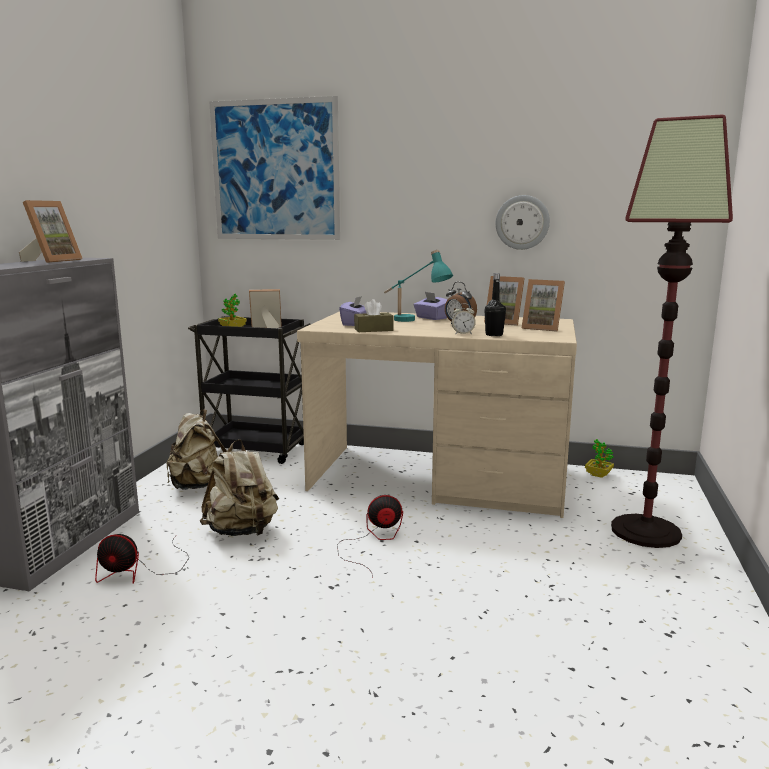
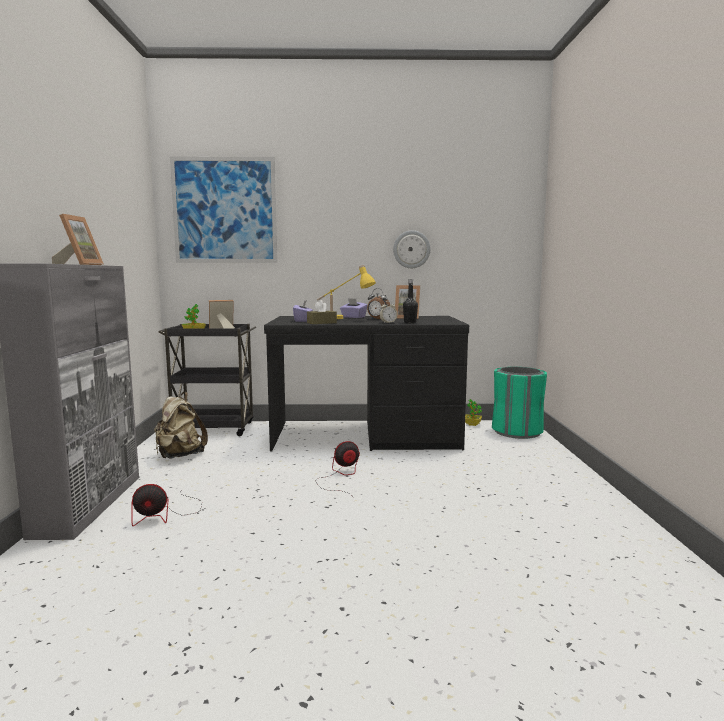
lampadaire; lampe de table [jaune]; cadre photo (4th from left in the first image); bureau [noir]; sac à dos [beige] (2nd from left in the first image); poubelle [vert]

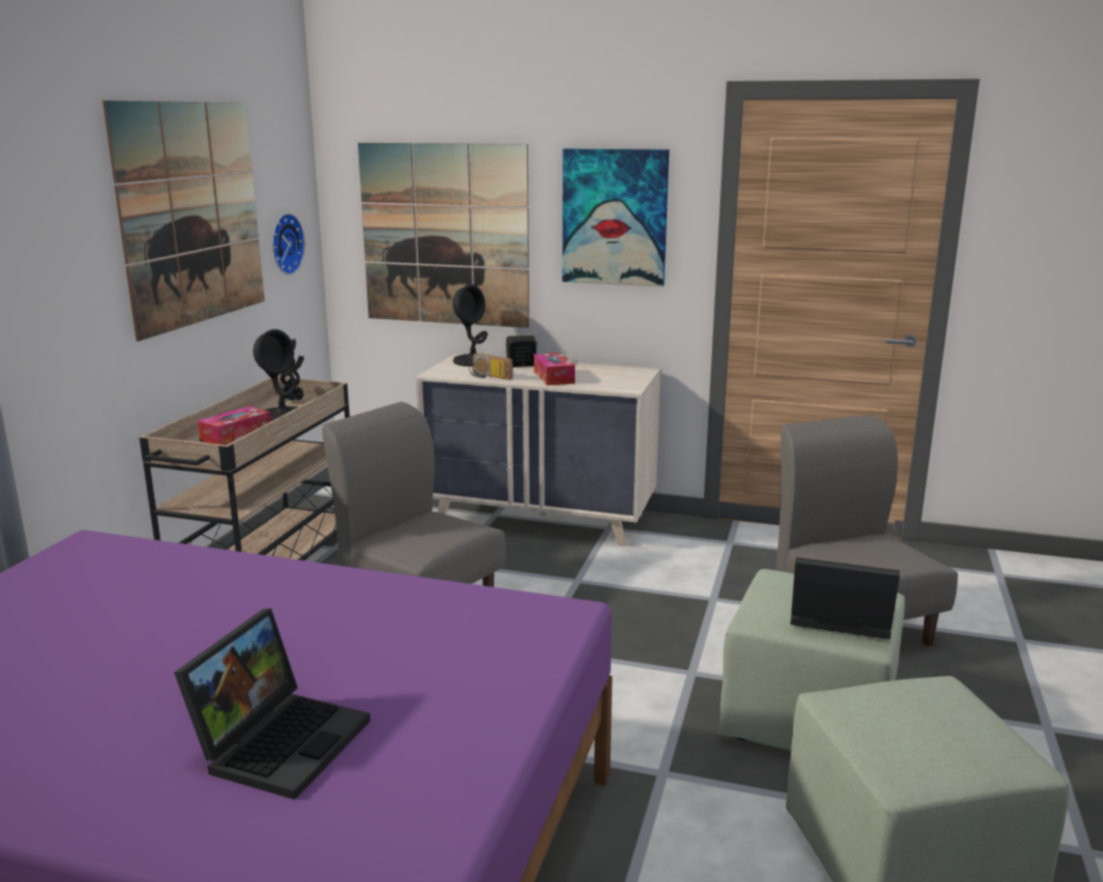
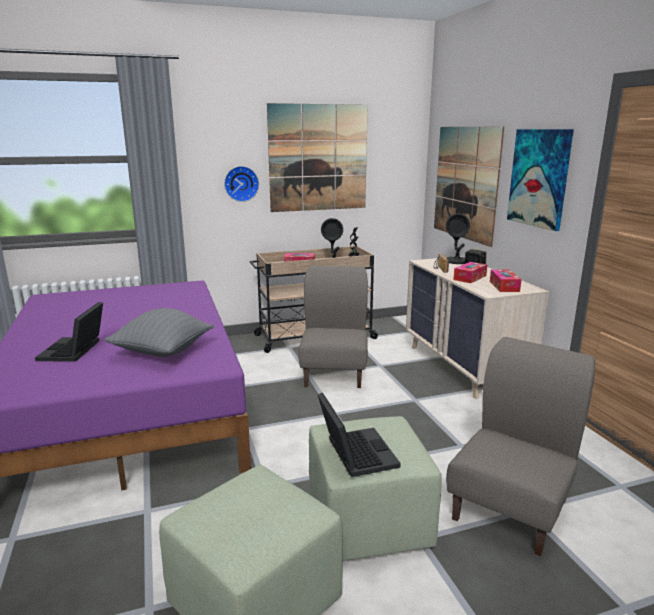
horloge murale; ordinateur portable (1st from left); boîte à mouchoirs (3rd from left); coussin [gris]

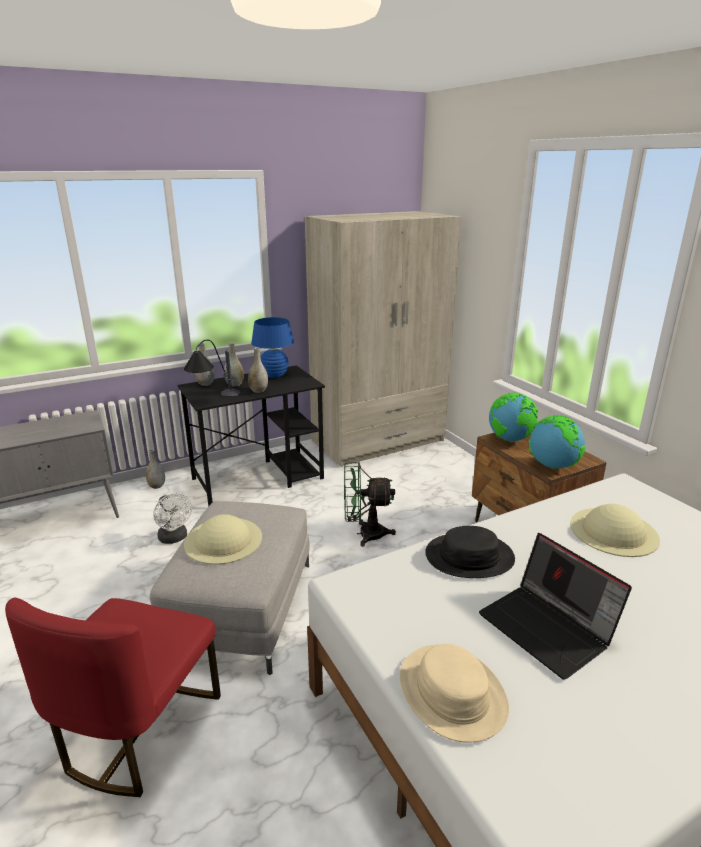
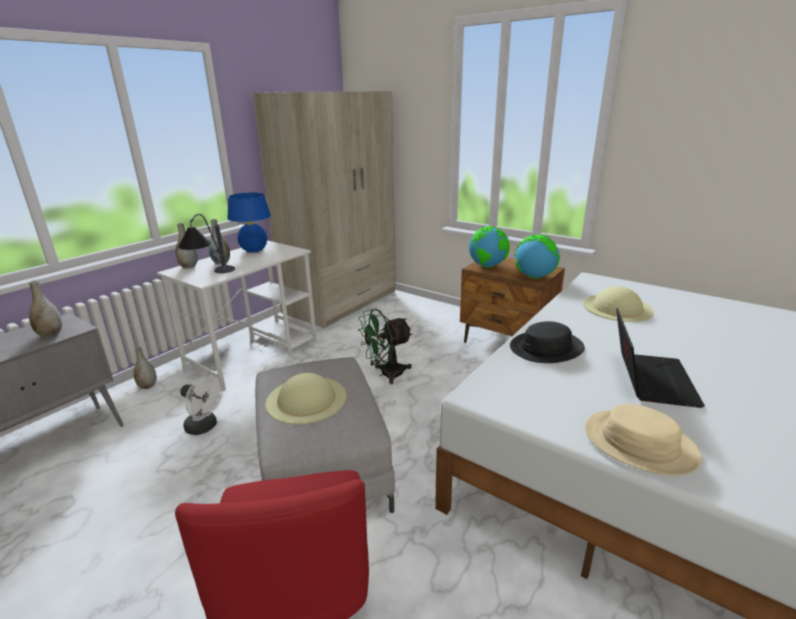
vase [gris] (1st from left); bureau [blanc]; ordinateur portable

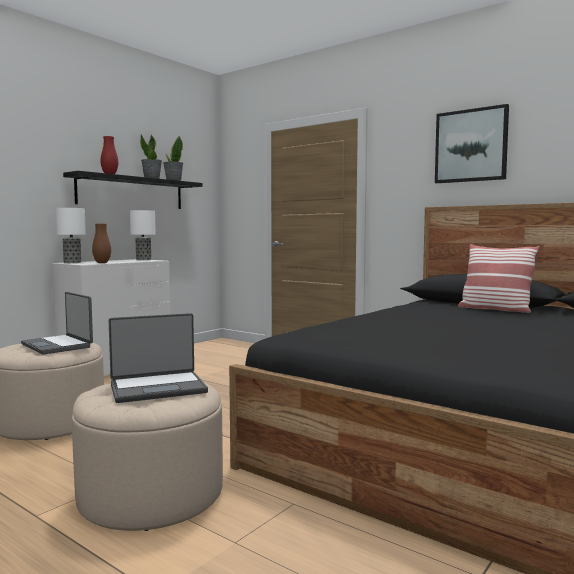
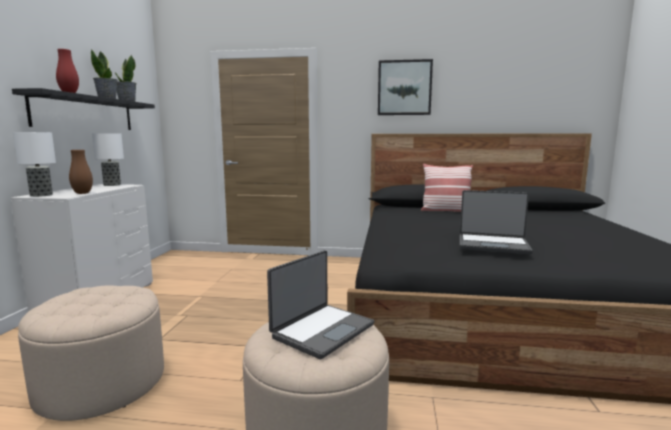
ordinateur portable (2nd from left)

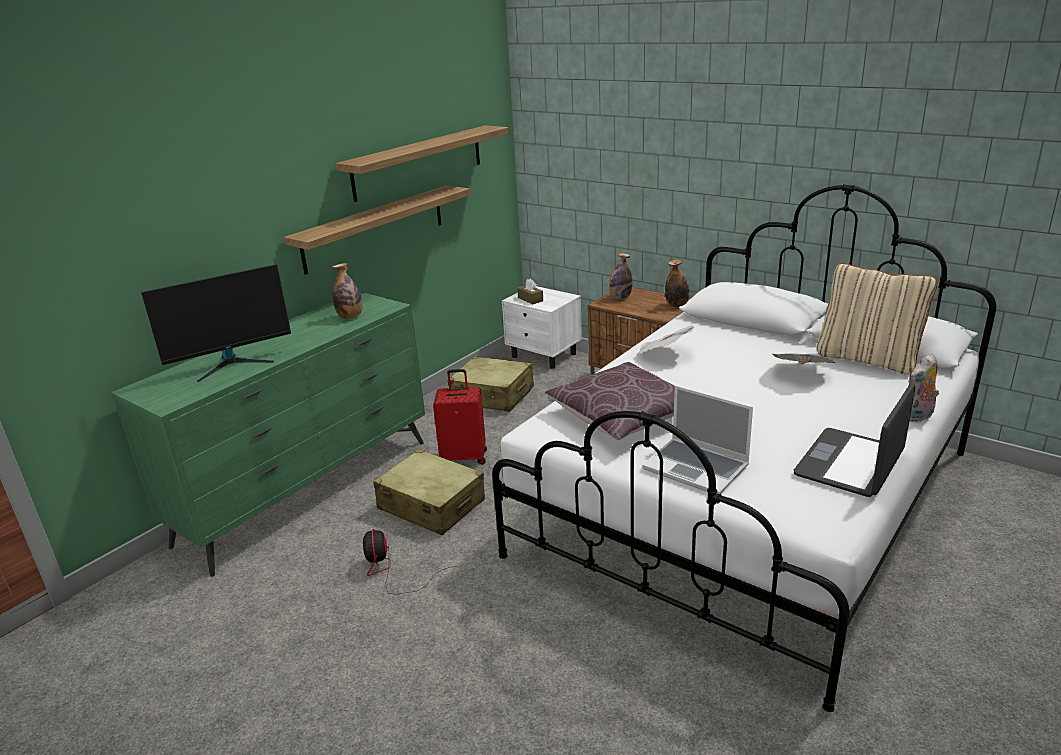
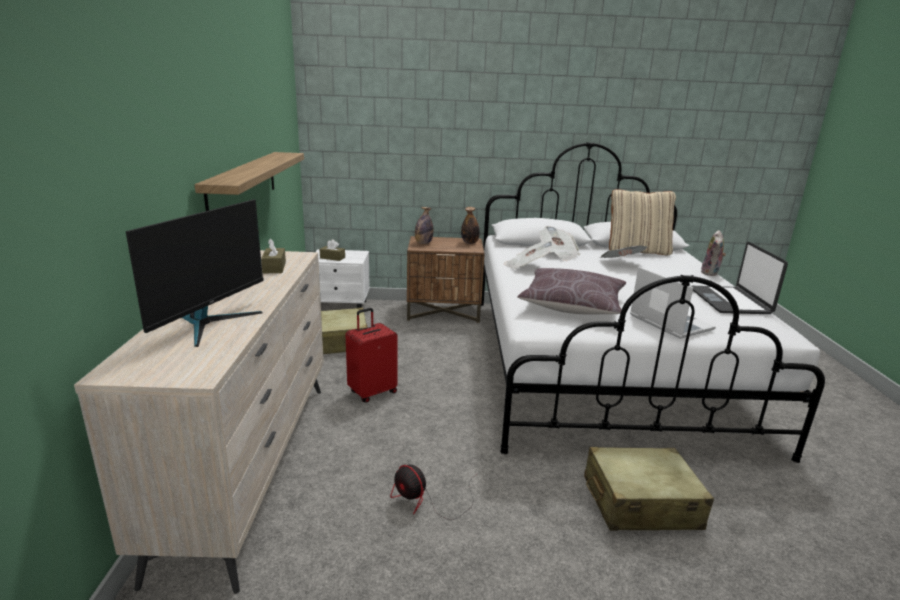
étagère (2nd from left in the first image); boîte à mouchoirs [marron] (1st from left); commode [beige]; ordinateur portable (1st from left); valise [beige] (2nd from left); journal (2nd from left)

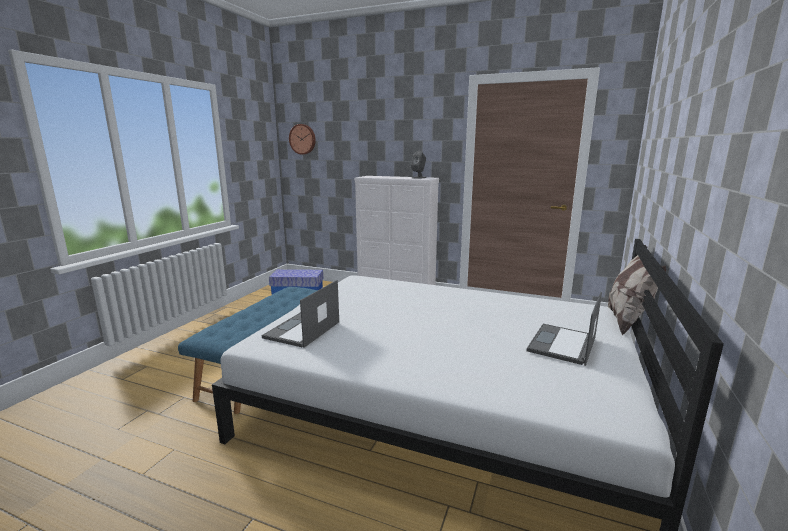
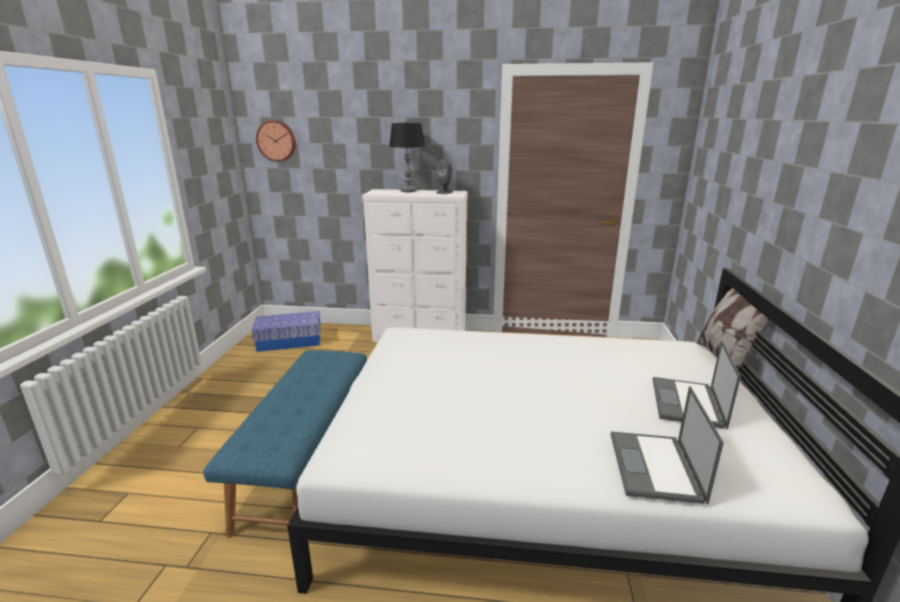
ordinateur portable (1st from left); lampe de table

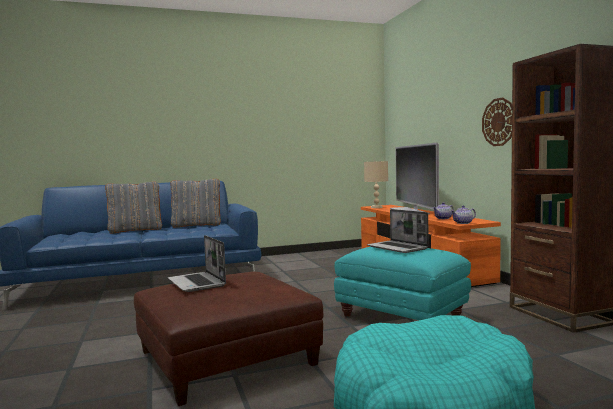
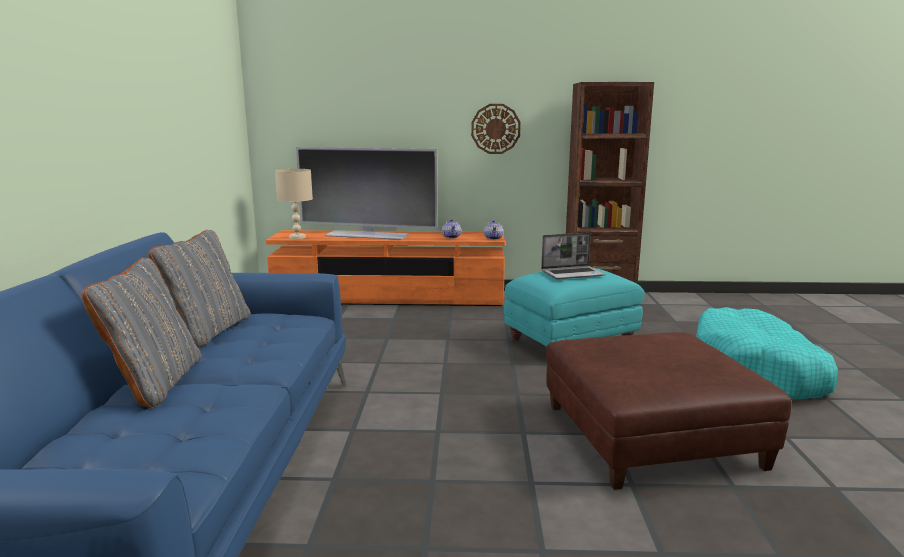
ordinateur portable (1st from left in the first image)

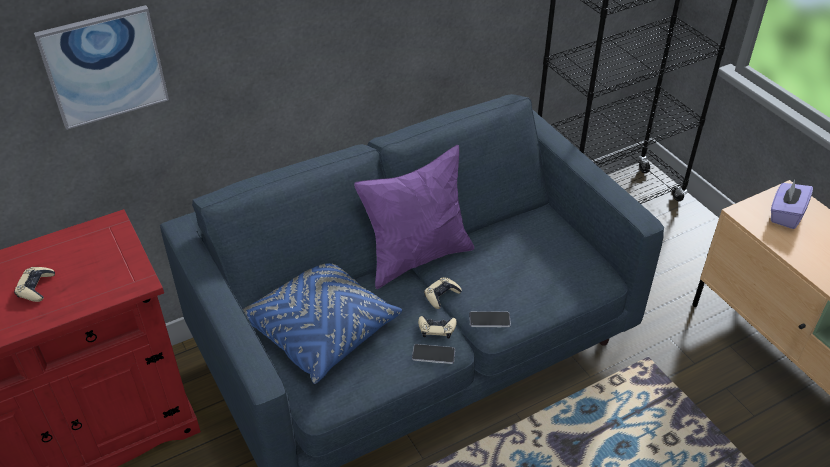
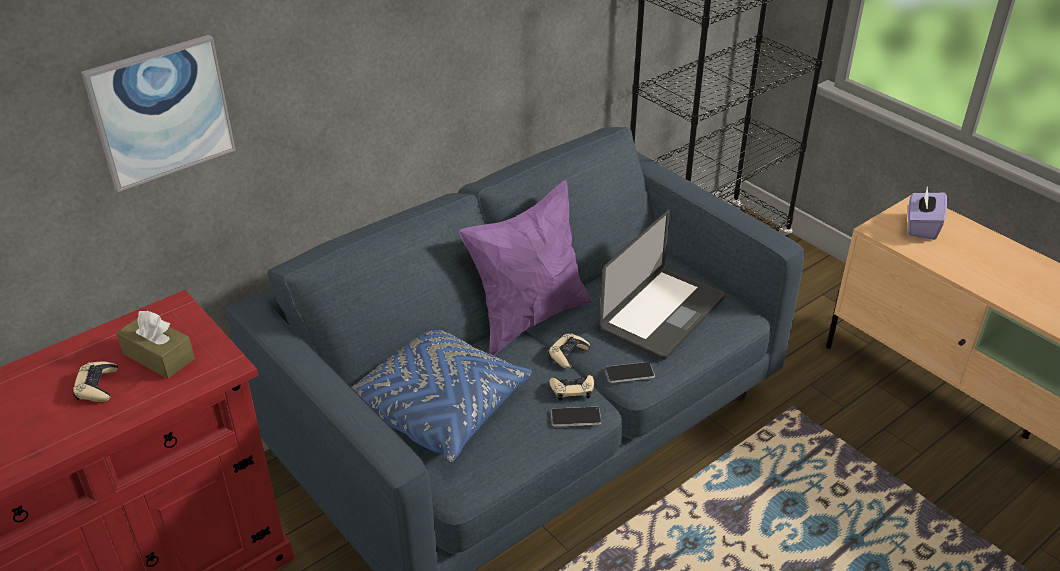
ordinateur portable; boîte à mouchoirs [marron]

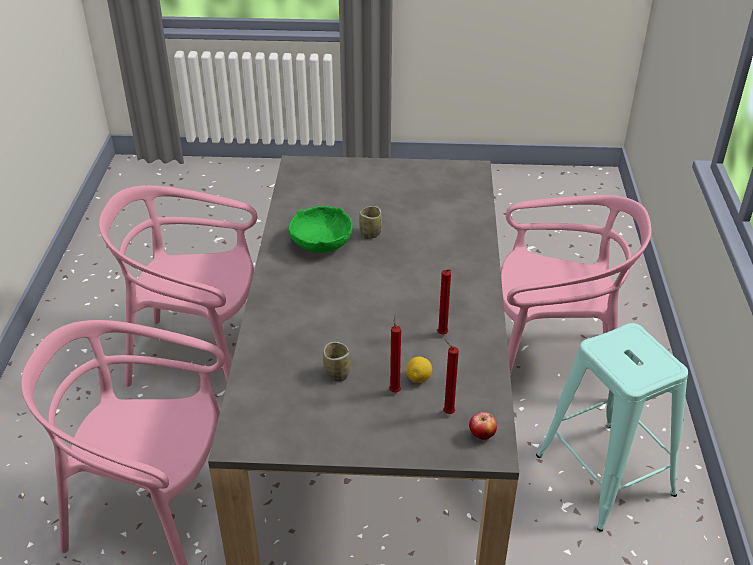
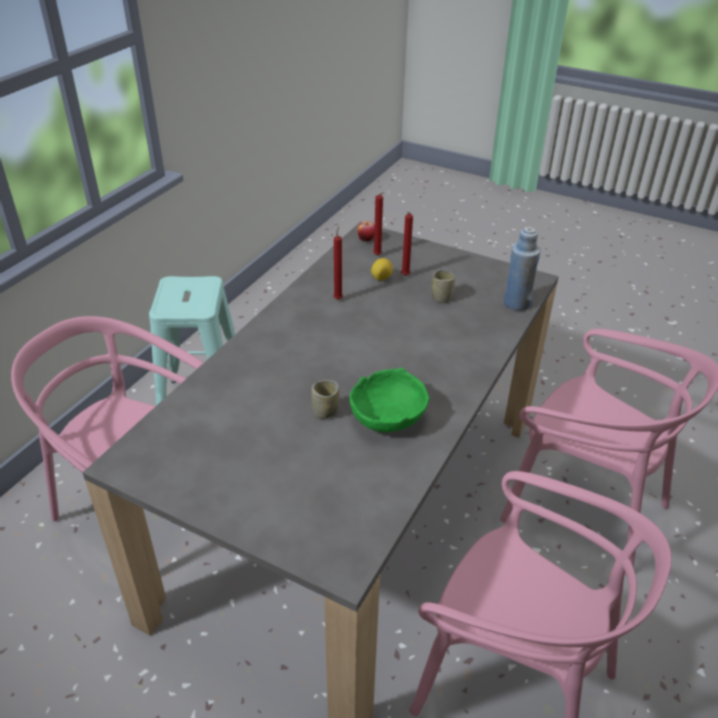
bouteille [bleu]

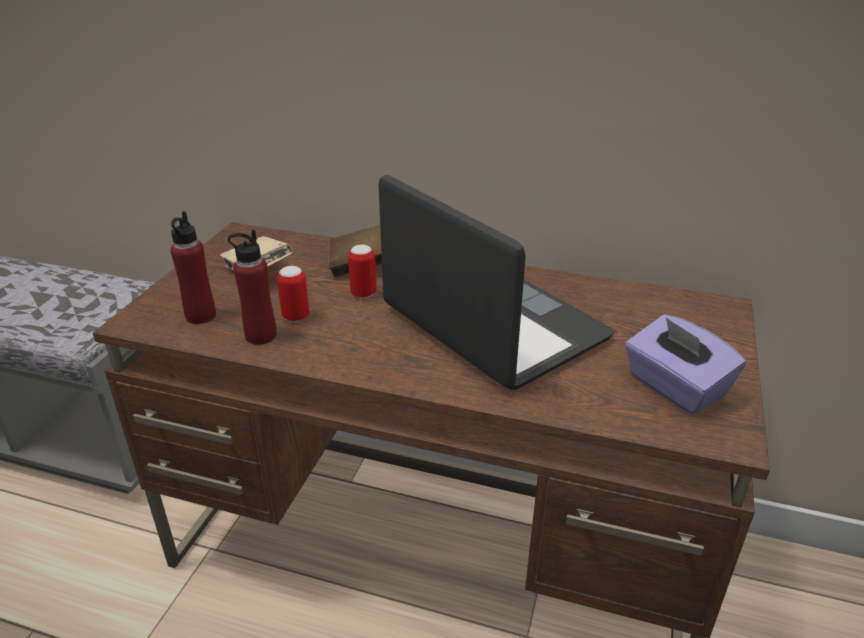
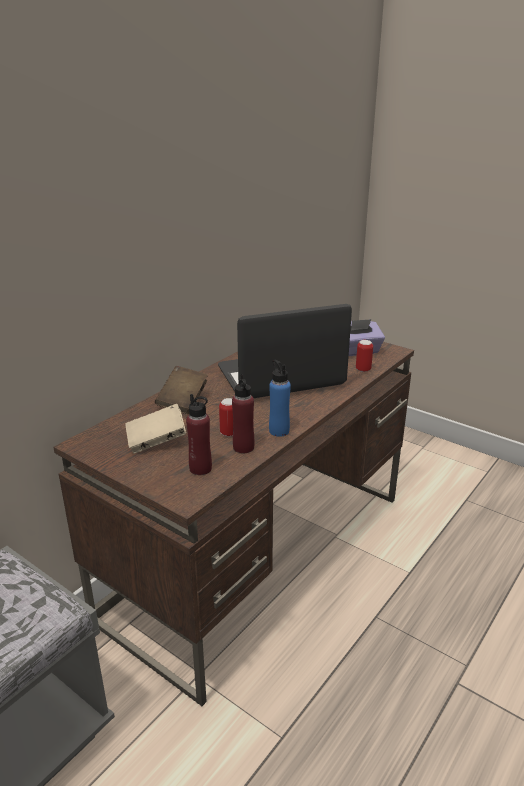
boîte métallique (2nd from left); bouteille [bleu]

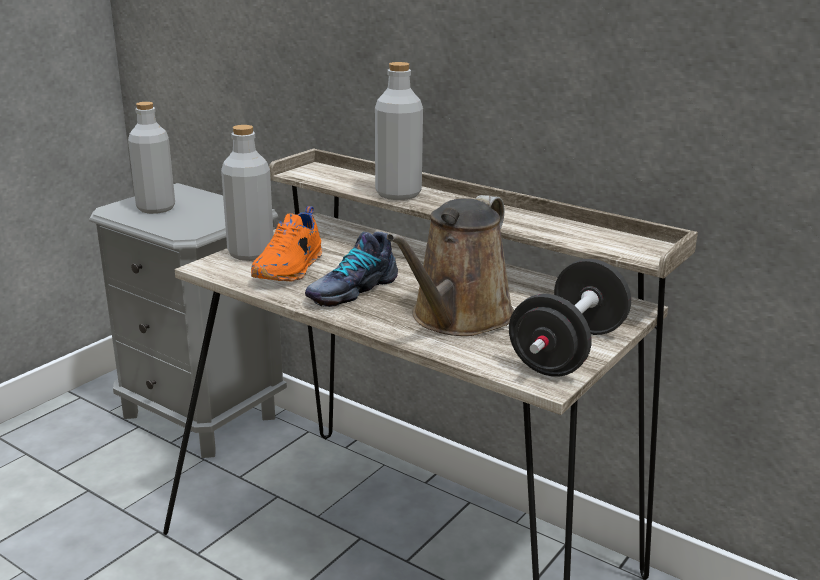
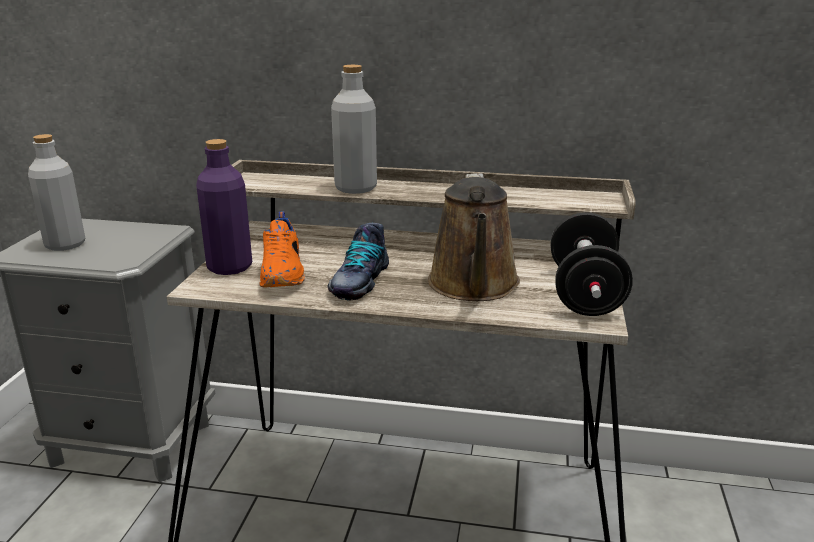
bouteille [violet]

